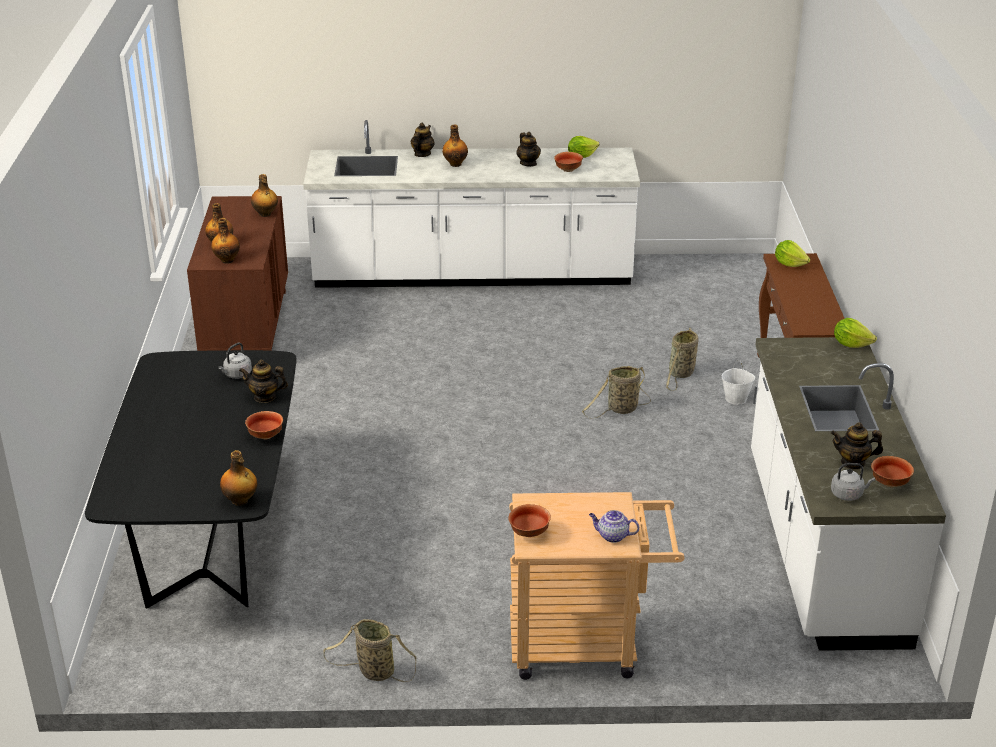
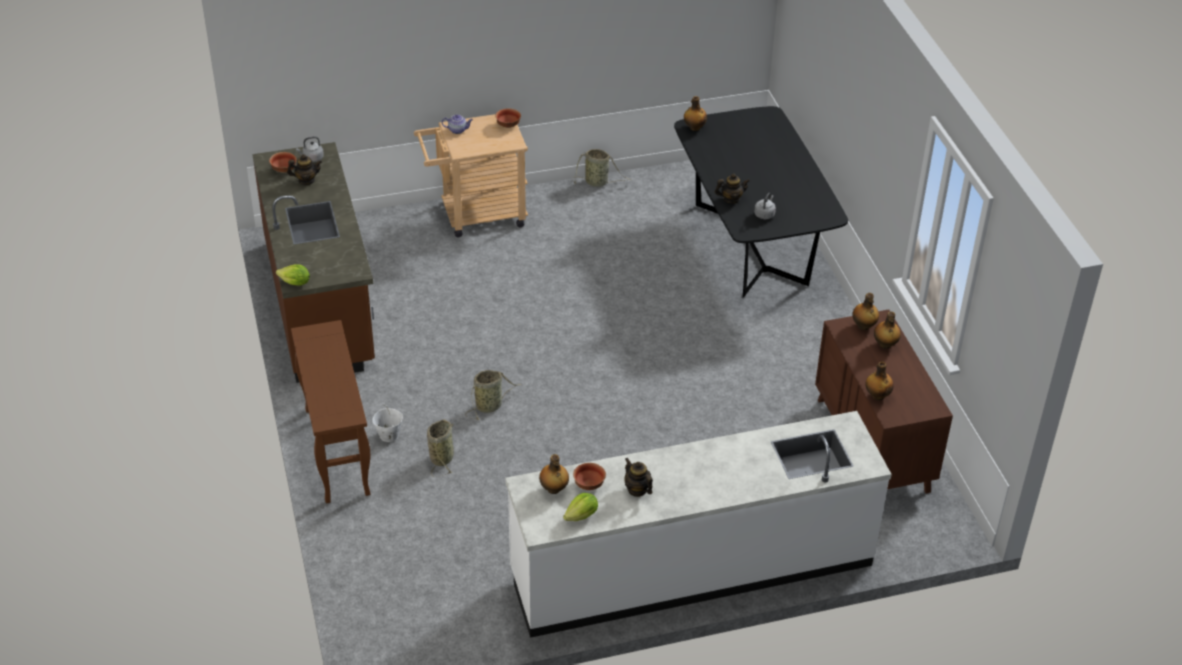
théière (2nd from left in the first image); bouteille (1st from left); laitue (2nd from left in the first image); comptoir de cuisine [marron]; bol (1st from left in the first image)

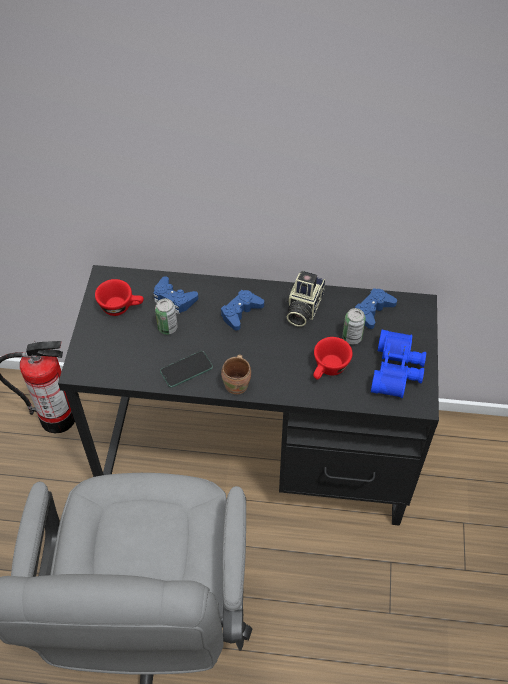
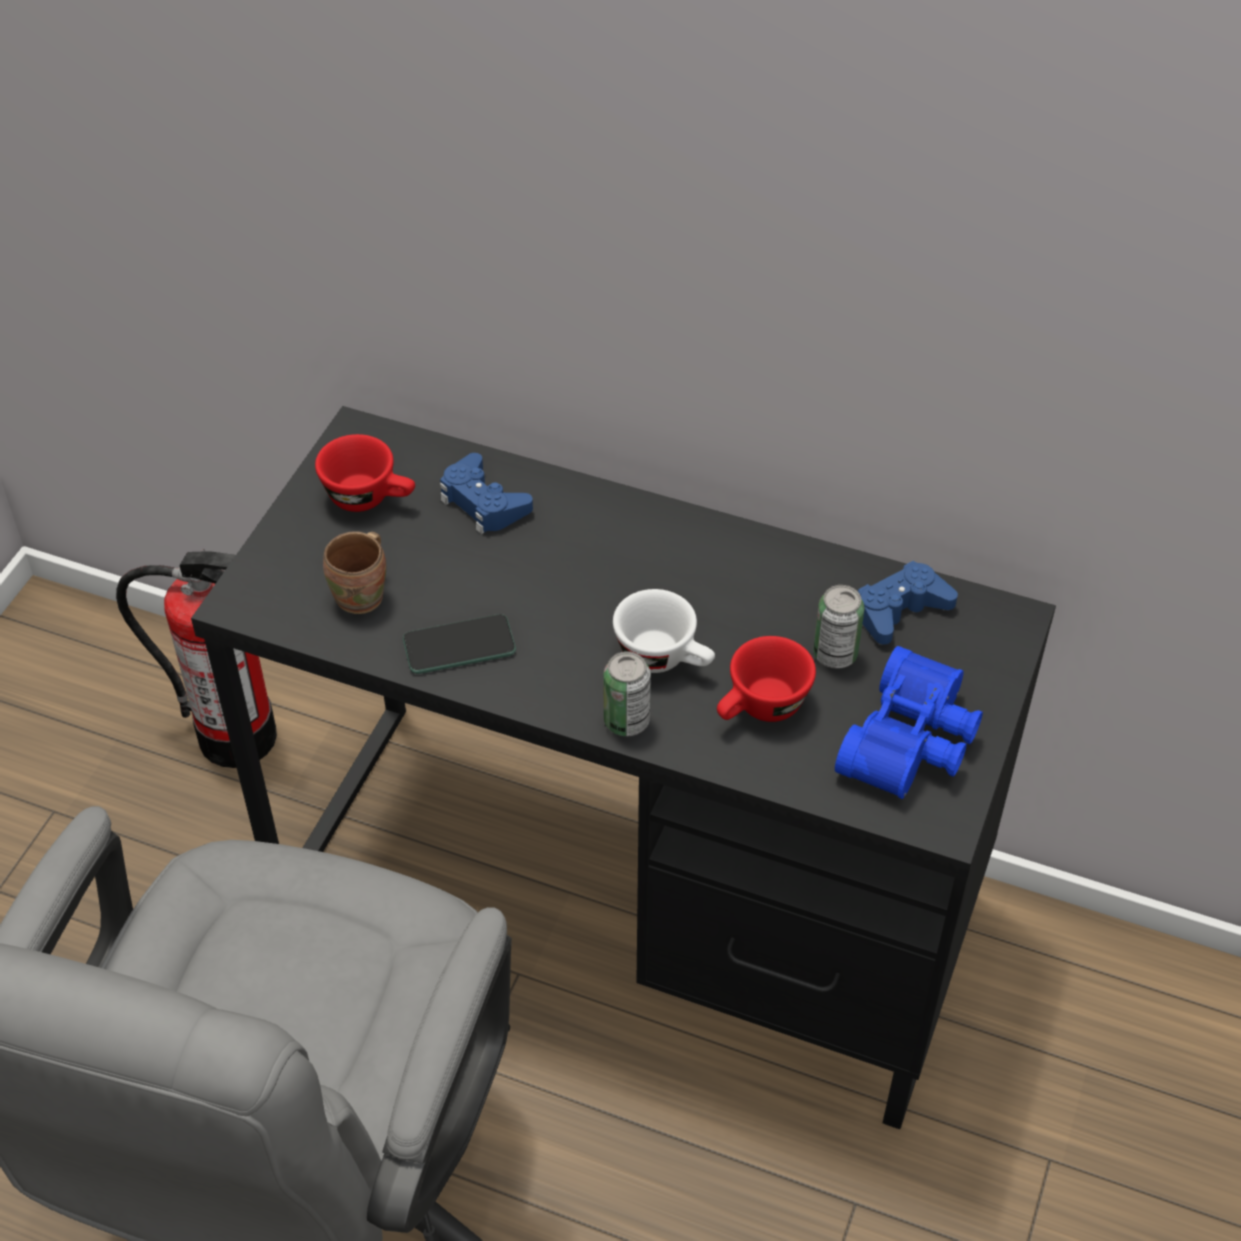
appareil photo; manette [bleu] (2nd from left in the first image); boîte métallique (1st from left); mug [marron]; tasse [blanc]

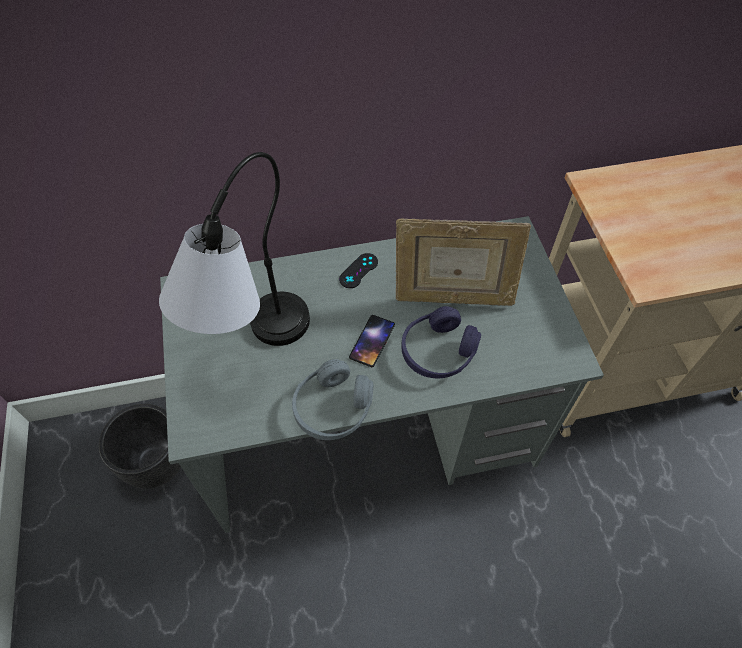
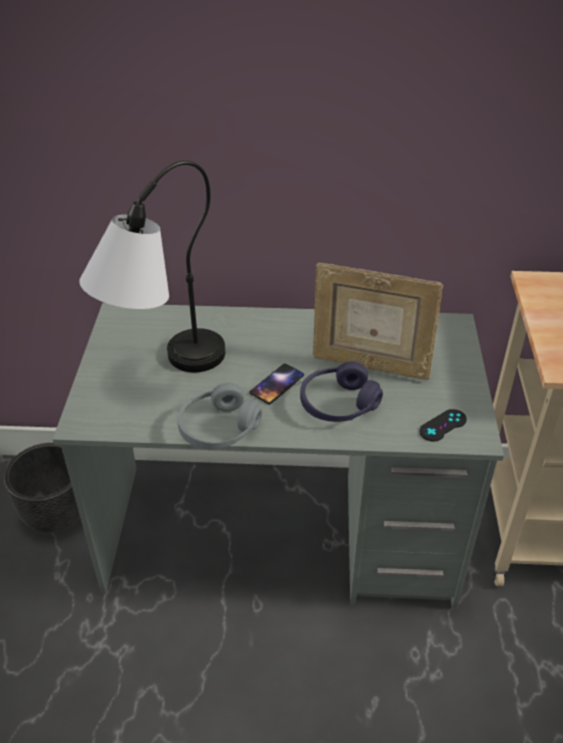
manette [noir]

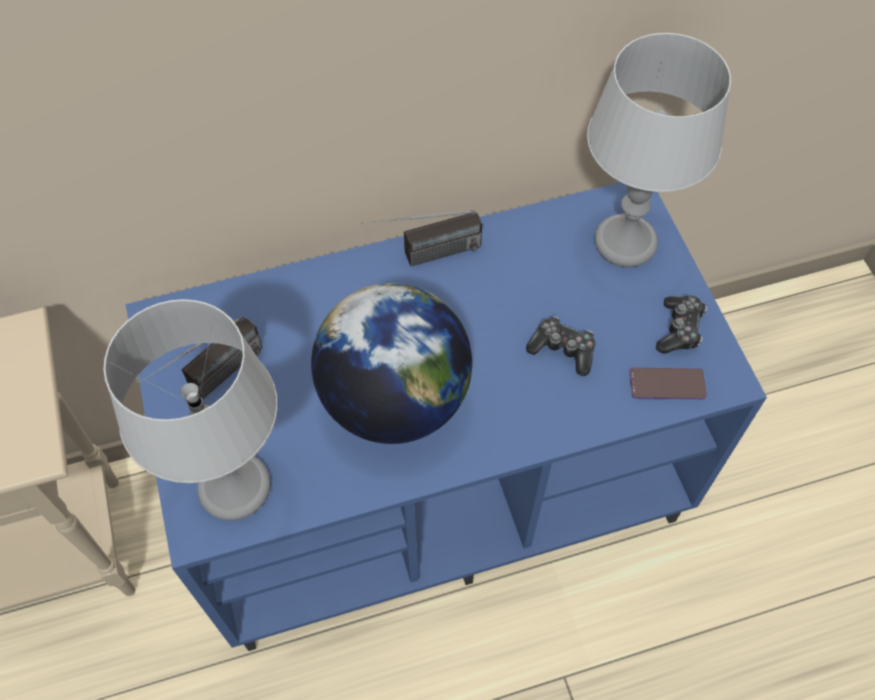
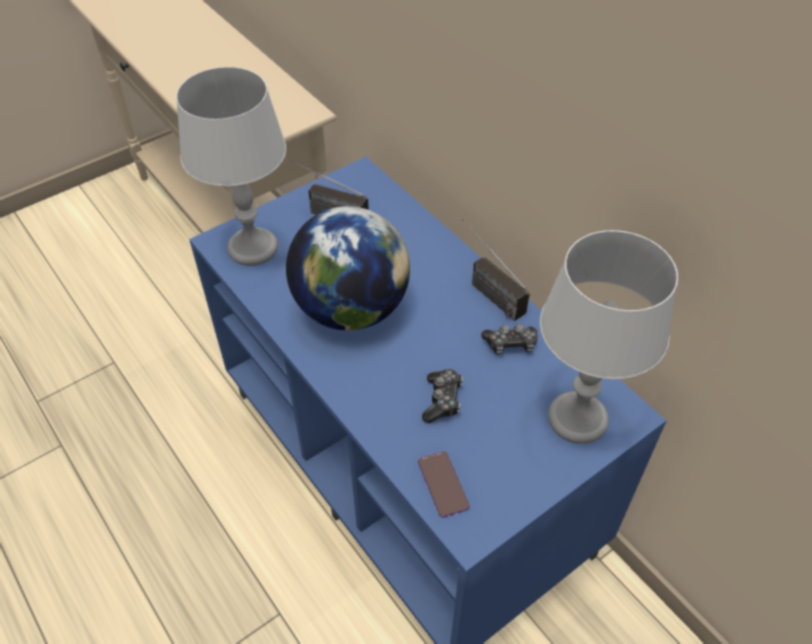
manette (2nd from left)

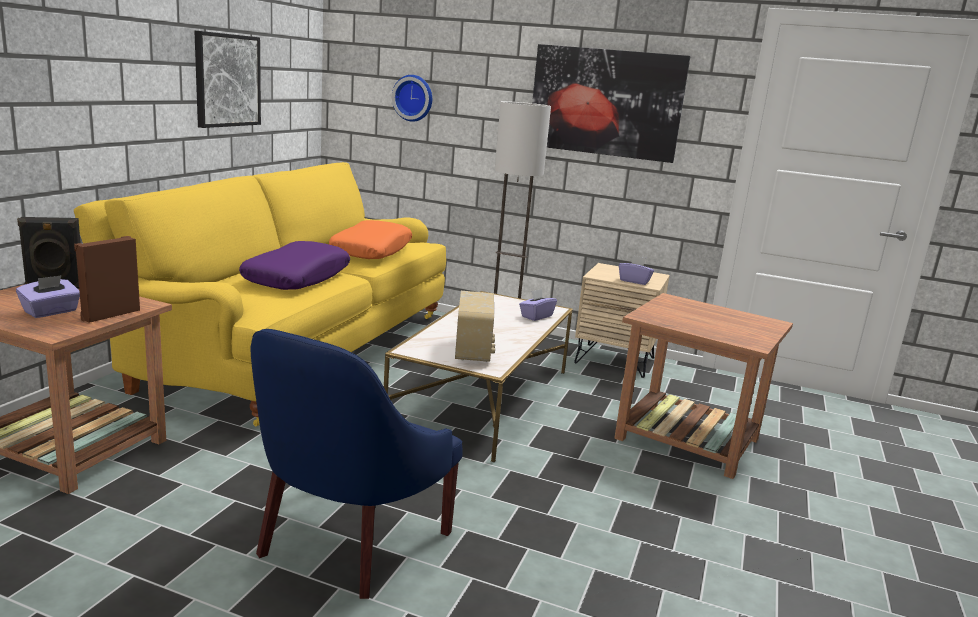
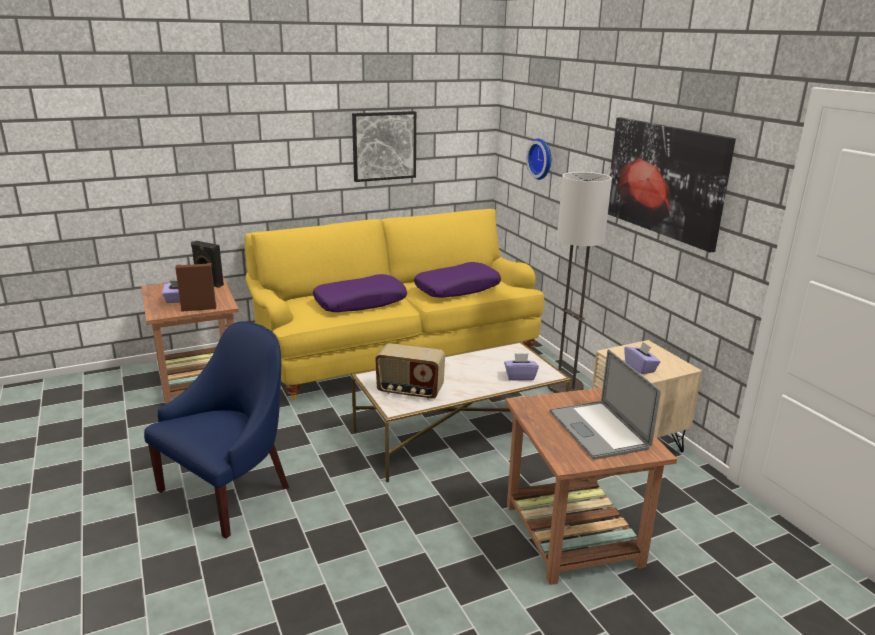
coussin [violet] (2nd from left); radio; fauteuil [bleu]; ordinateur portable

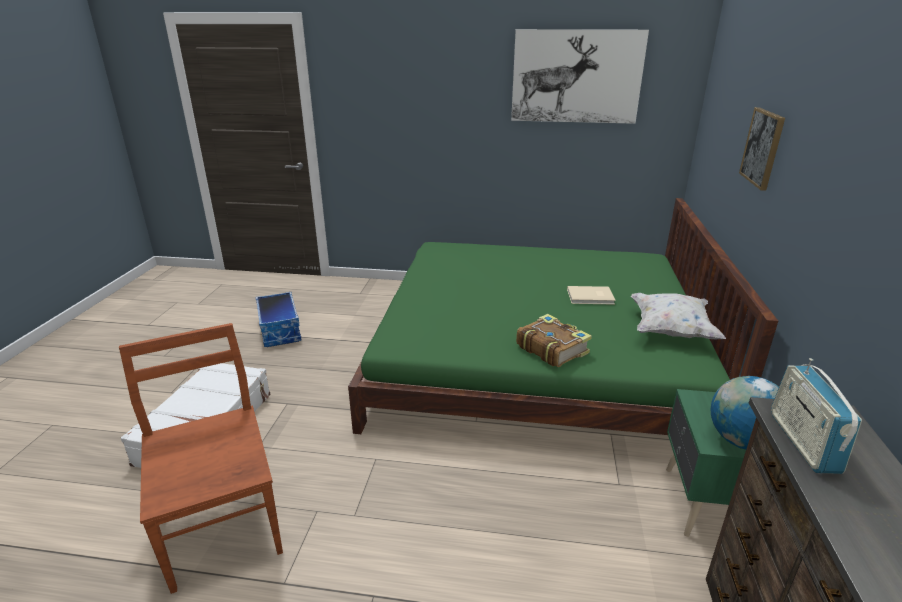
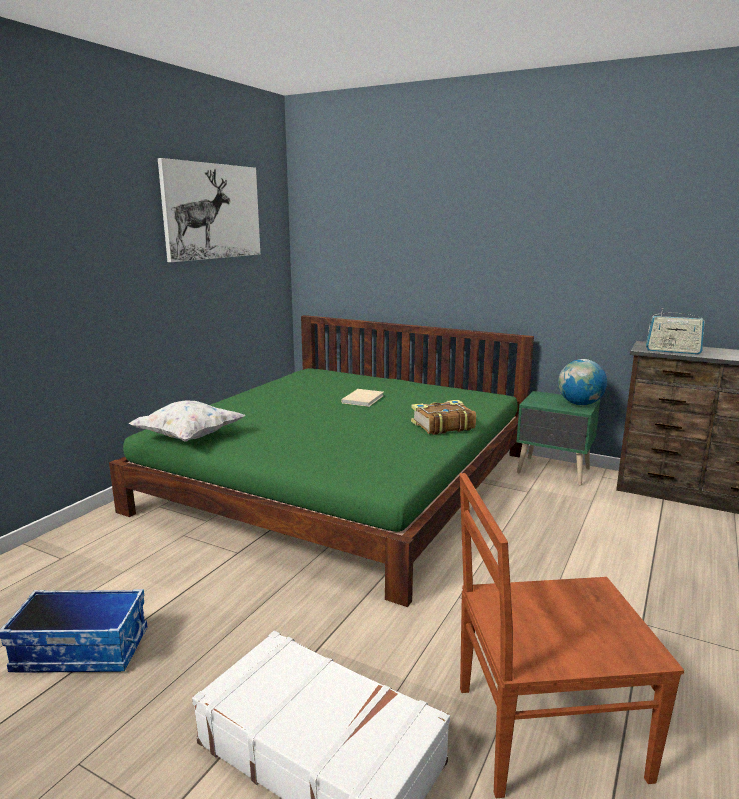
tableau (2nd from left in the first image); coussin [blanc]

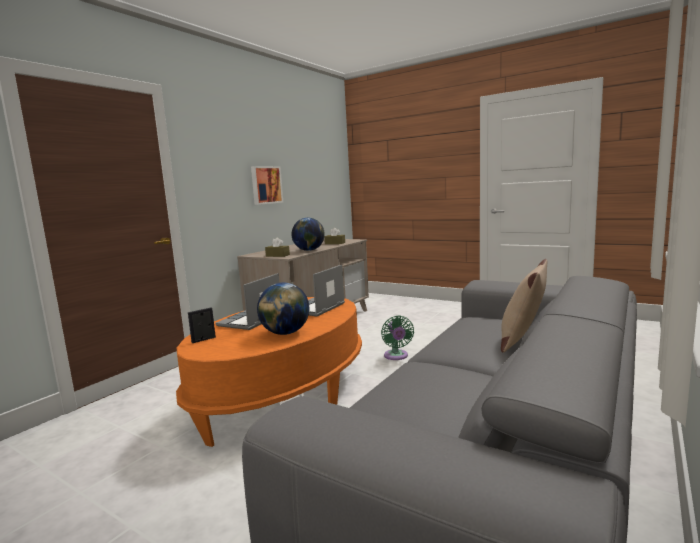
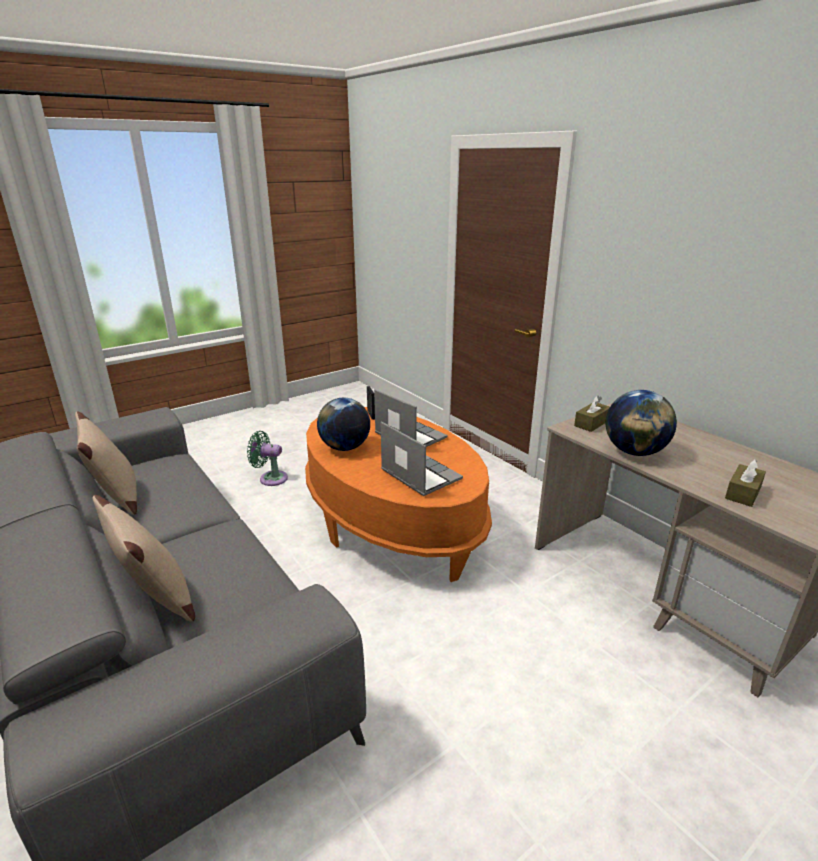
tableau; ventilateur [vert]; coussin [beige] (1st from left)

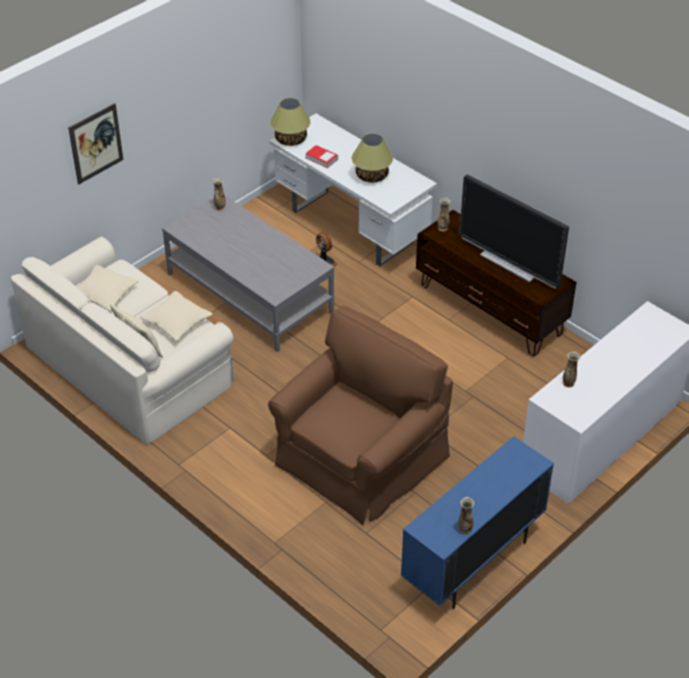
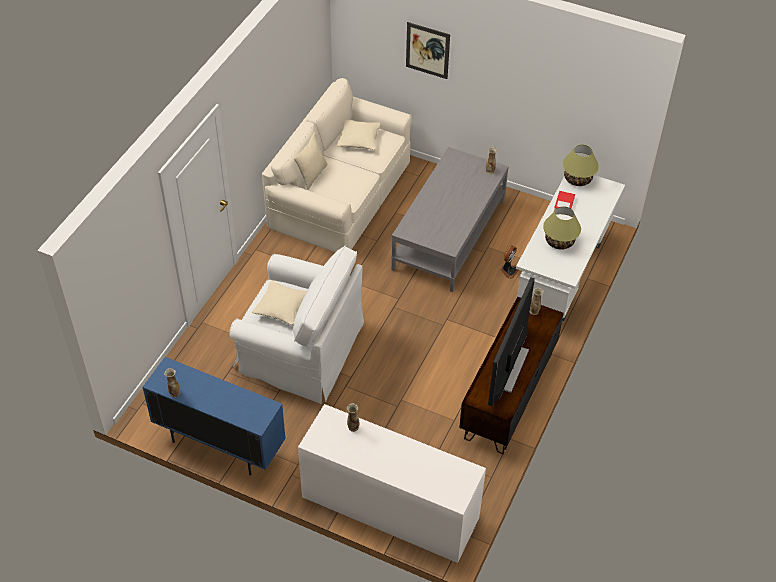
coussin [beige] (1st from left); fauteuil [blanc]

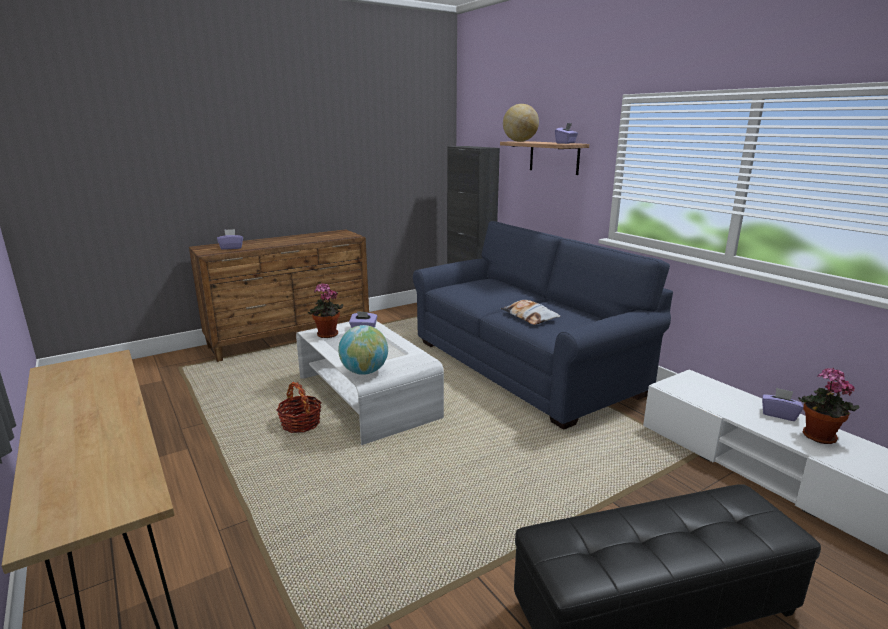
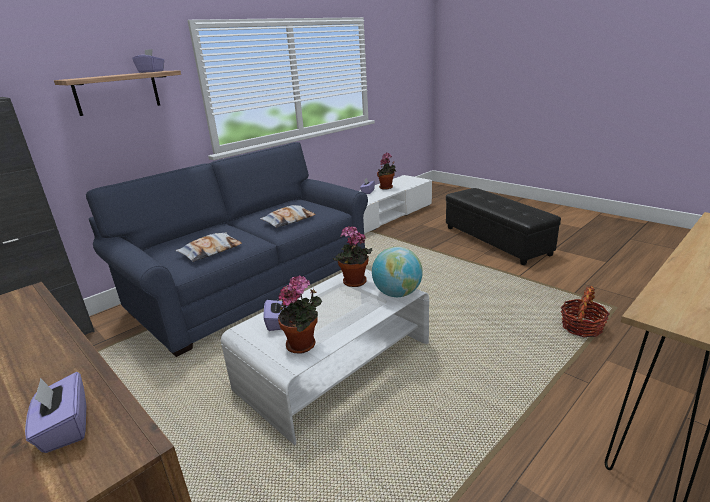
globe (2nd from left in the first image); panier; plante en pot (2nd from left); coussin (1st from left)

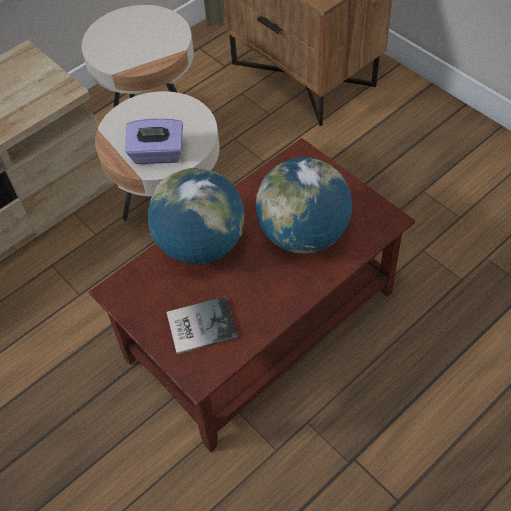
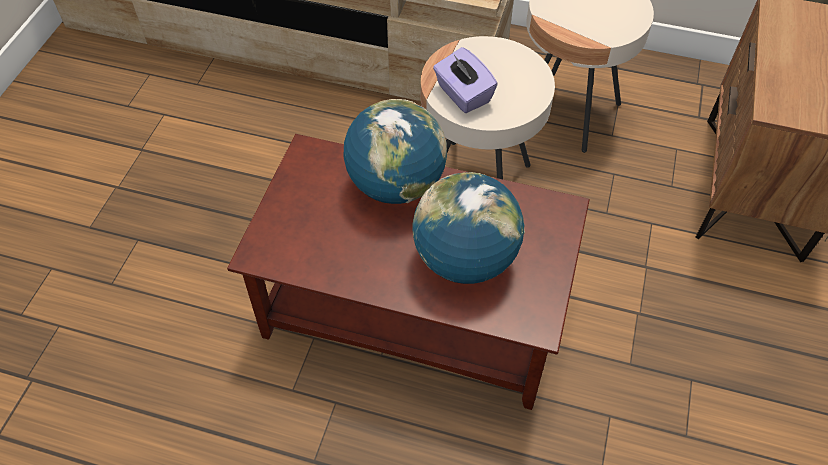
livre

